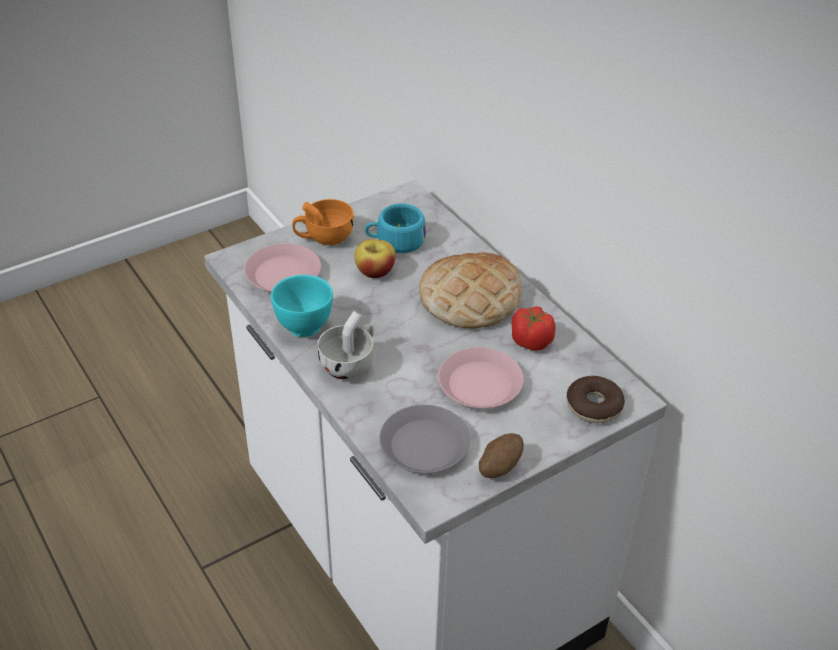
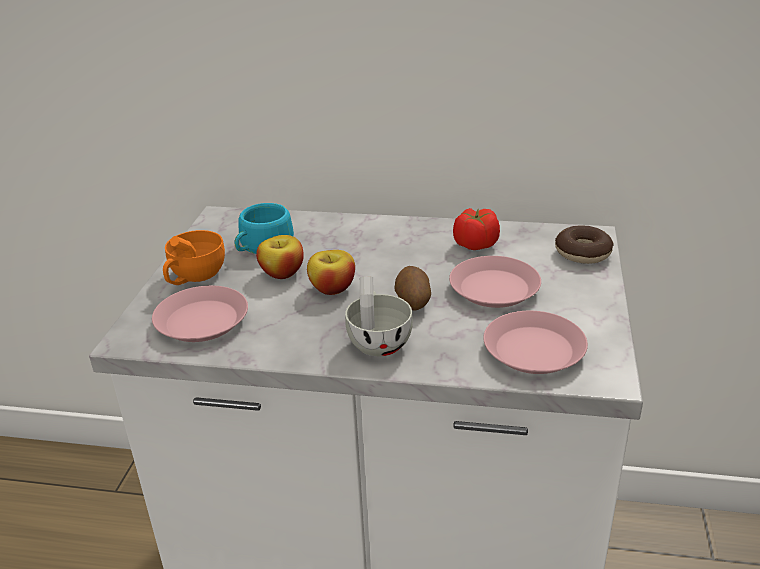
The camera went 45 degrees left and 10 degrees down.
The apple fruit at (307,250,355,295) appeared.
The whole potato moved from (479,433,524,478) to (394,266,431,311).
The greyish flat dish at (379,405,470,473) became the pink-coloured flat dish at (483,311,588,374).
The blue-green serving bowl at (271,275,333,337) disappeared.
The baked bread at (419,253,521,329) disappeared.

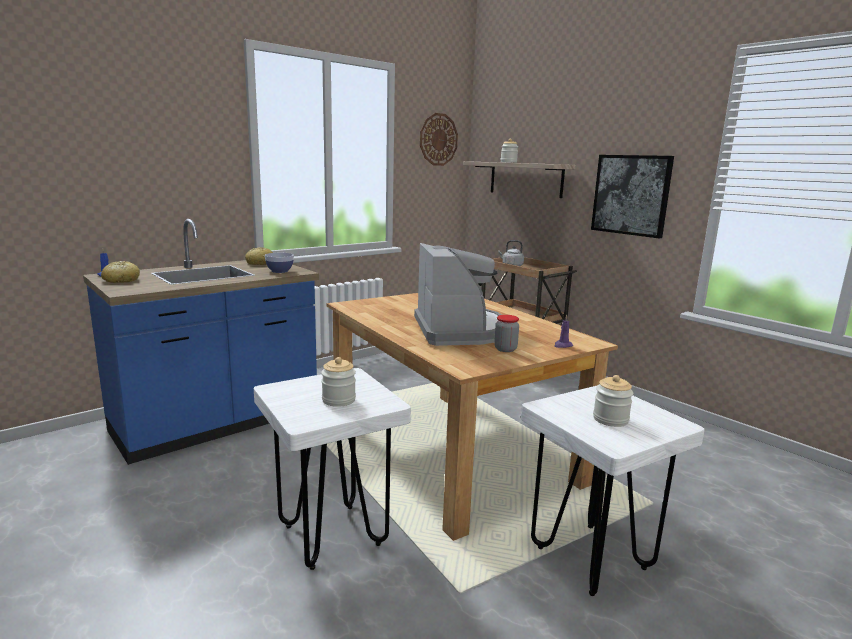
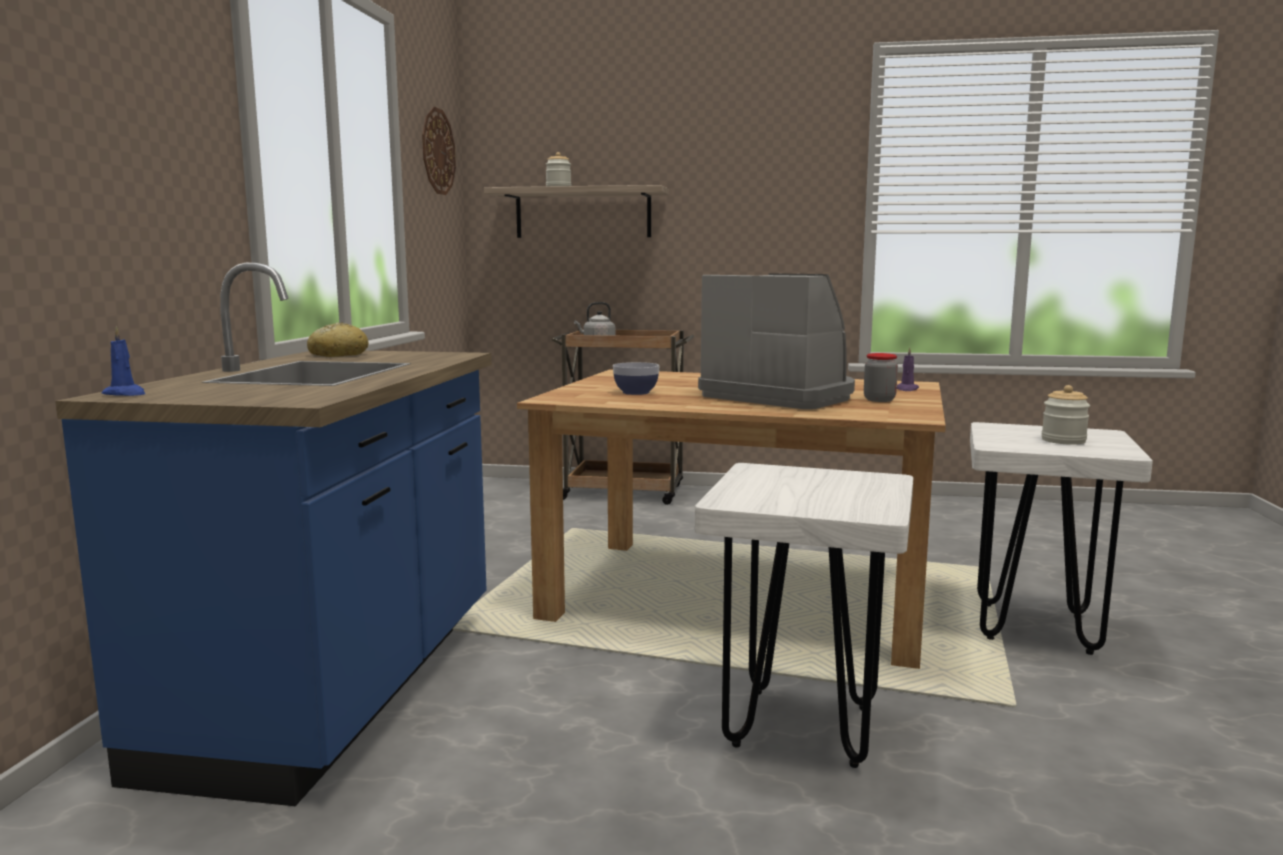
The camera went 40 degrees left and 5 degrees down.
The serving bowl moved from (265,253,294,273) to (613,362,659,395).
The baked bread at (101,261,140,283) disappeared.
The preserve jar at (321,357,356,407) disappeared.
The wall art at (591,155,674,238) disappeared.

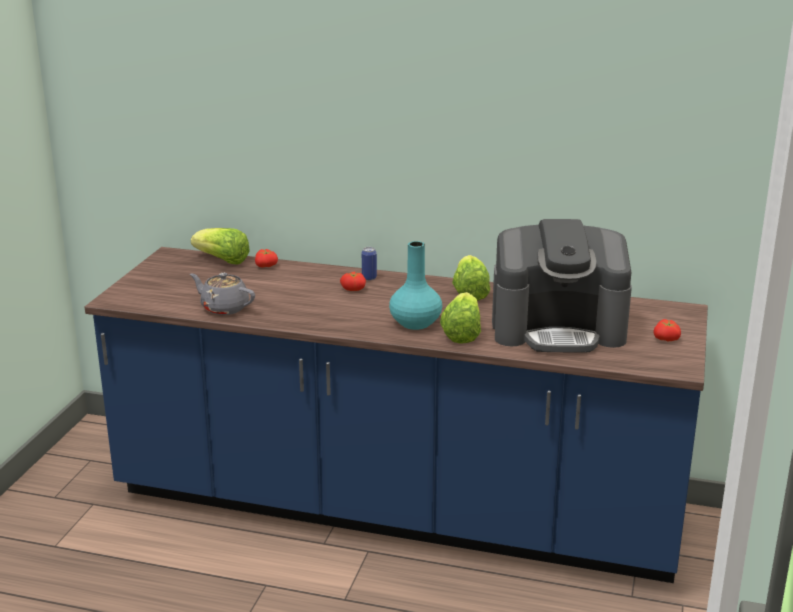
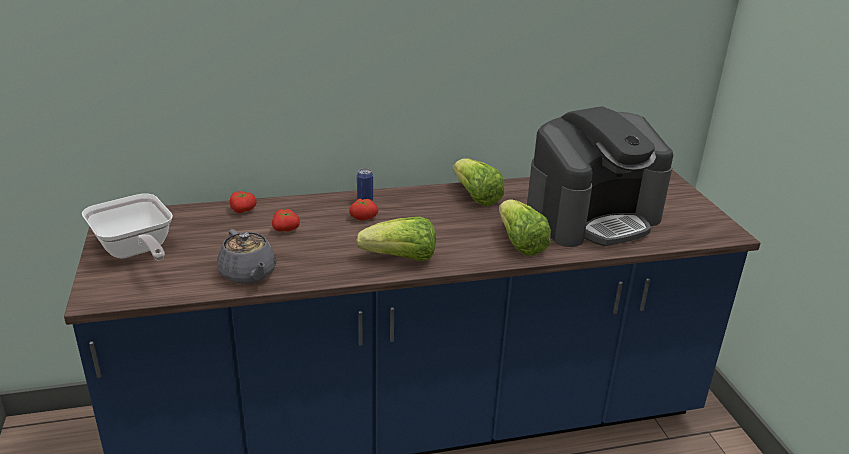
The camera went 30 degrees left and 5 degrees up.
The skillet at (82,194,173,261) appeared.
The greyish tea pot at (190,273,255,315) turned 120 degrees counterclockwise.
The whole tomato moved from (653,319,681,341) to (272,209,300,232).
The lettuce moved from (191,228,250,265) to (356,217,435,261).
The blue-green decorative vase at (389,241,442,330) disappeared.

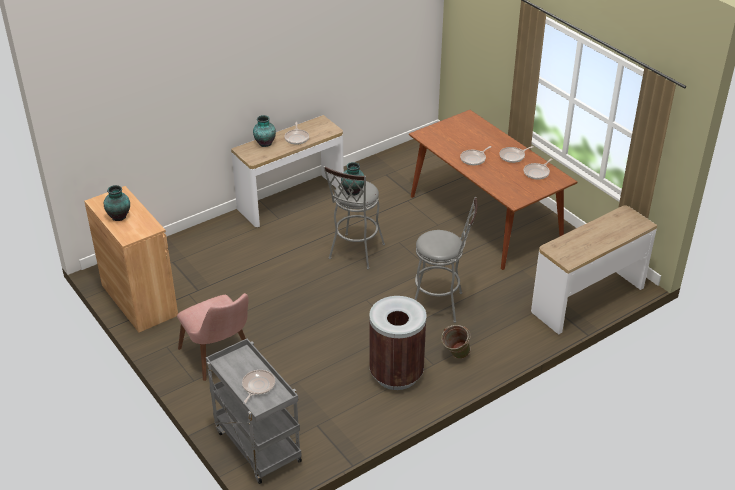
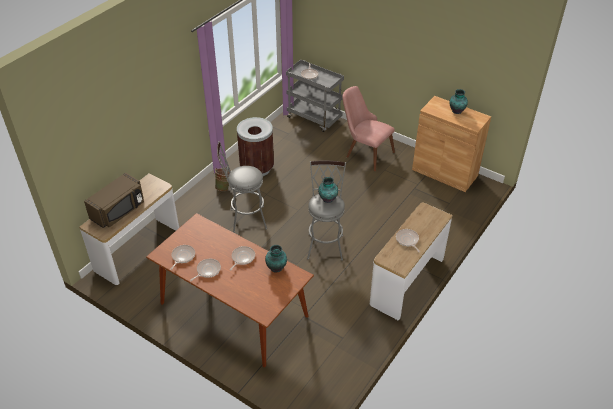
The camera went 160 degrees right and 5 degrees up.
The brownish kitchen microwave at (84,173,144,228) appeared.
The decorative vase moved from (253,115,276,147) to (265,245,287,273).

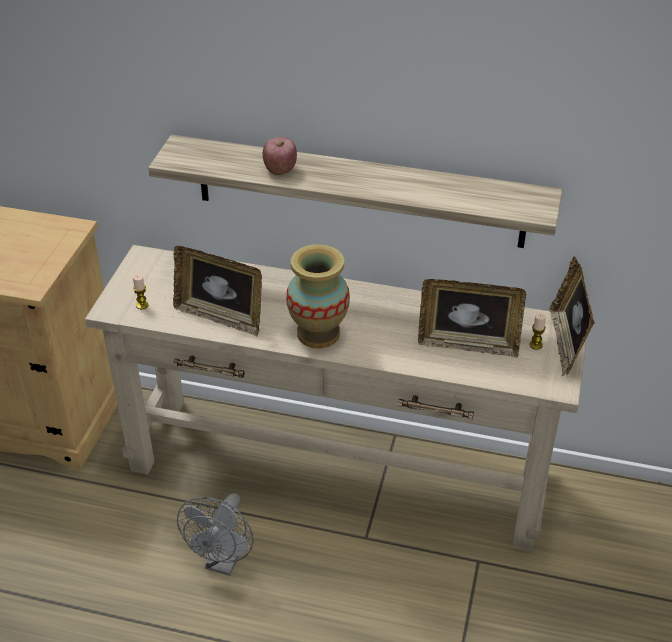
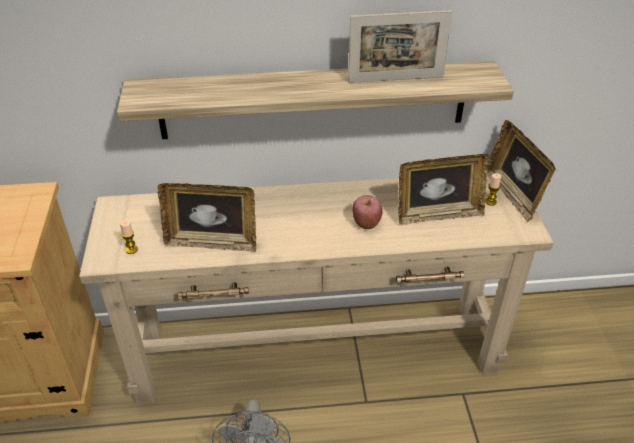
The camera went 20 degrees left and 0 degrees up.
The standing frame at (348,10,452,83) appeared.
The apple fruit moved from (263,137,297,175) to (352,195,382,229).
The decorative vase at (286,244,350,348) disappeared.

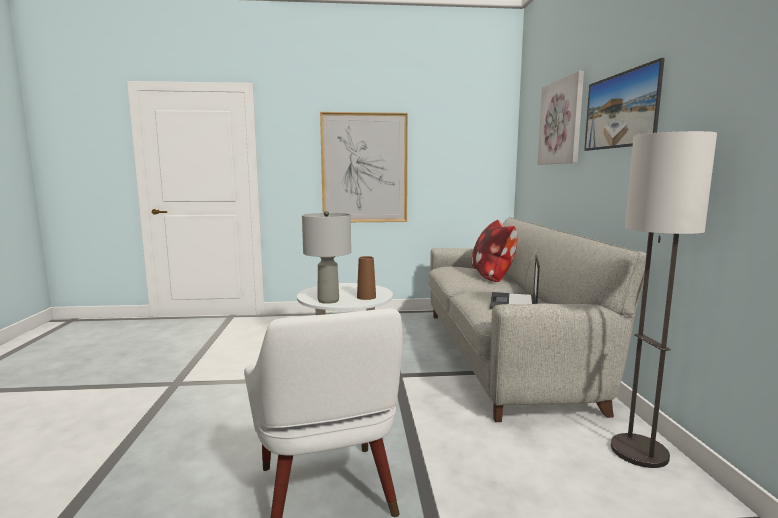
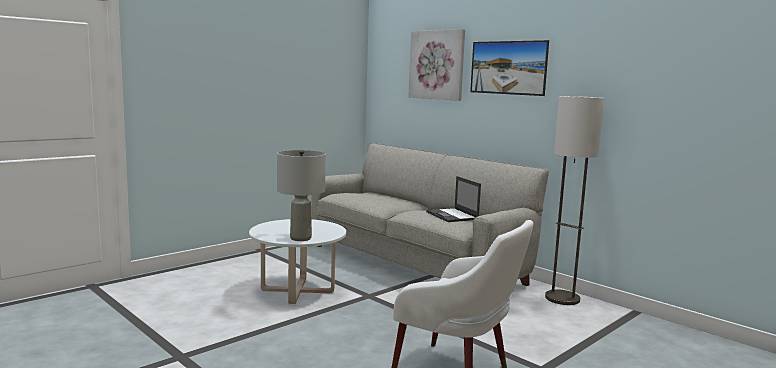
The camera went 40 degrees left and 0 degrees up.
The wall art at (320,112,408,222) disappeared.
The brownish decorative vase at (357,256,376,300) disappeared.
The pillow at (471,220,517,282) disappeared.

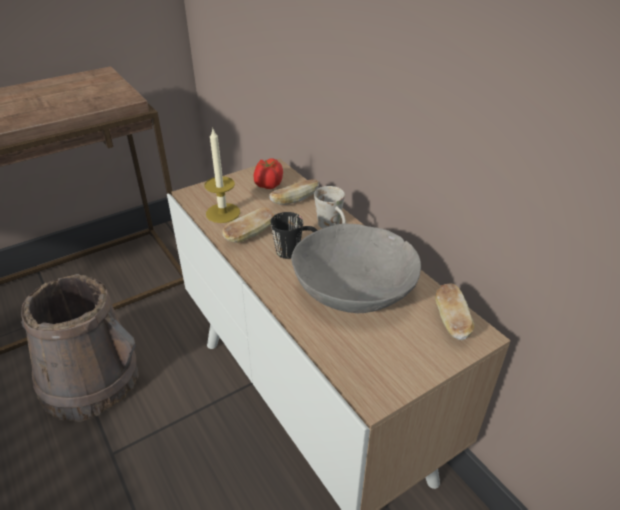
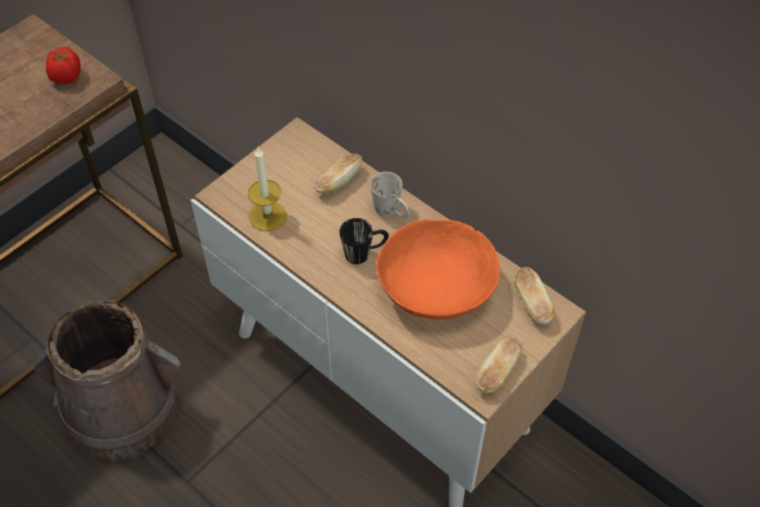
The camera went 15 degrees left and 15 degrees up.
The whole tomato moved from (254,158,283,189) to (46,46,81,84).
The greyish serving bowl at (291,223,421,313) became the orange-coloured serving bowl at (376,219,500,320).
The baked bread moved from (222,208,275,243) to (475,336,522,393).

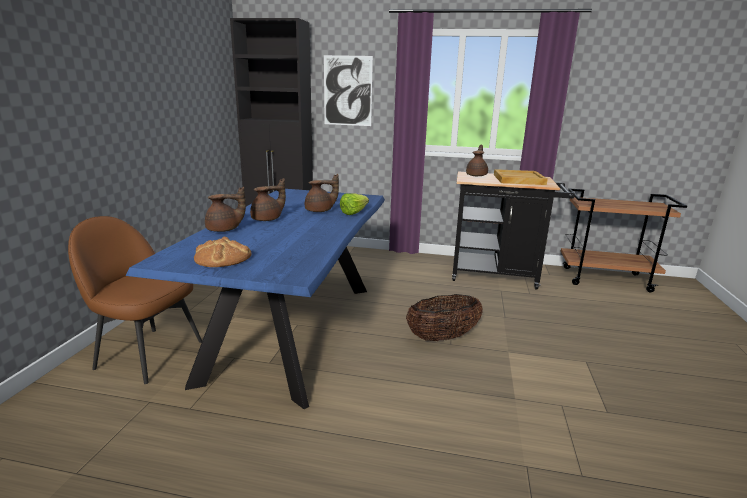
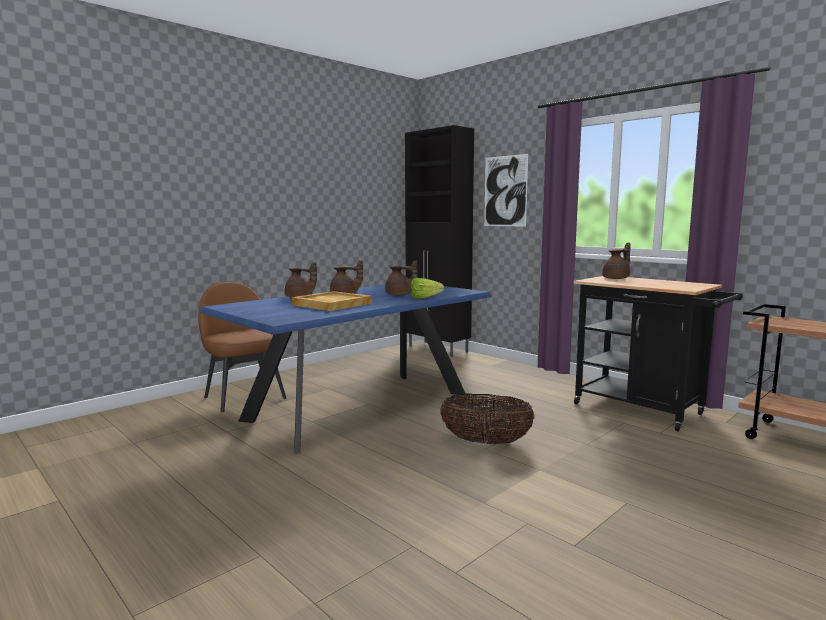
The camera went 35 degrees right and 10 degrees down.
The sand-coloured tray moved from (494,169,548,185) to (292,291,372,311).
The baked bread at (194,237,252,267) disappeared.

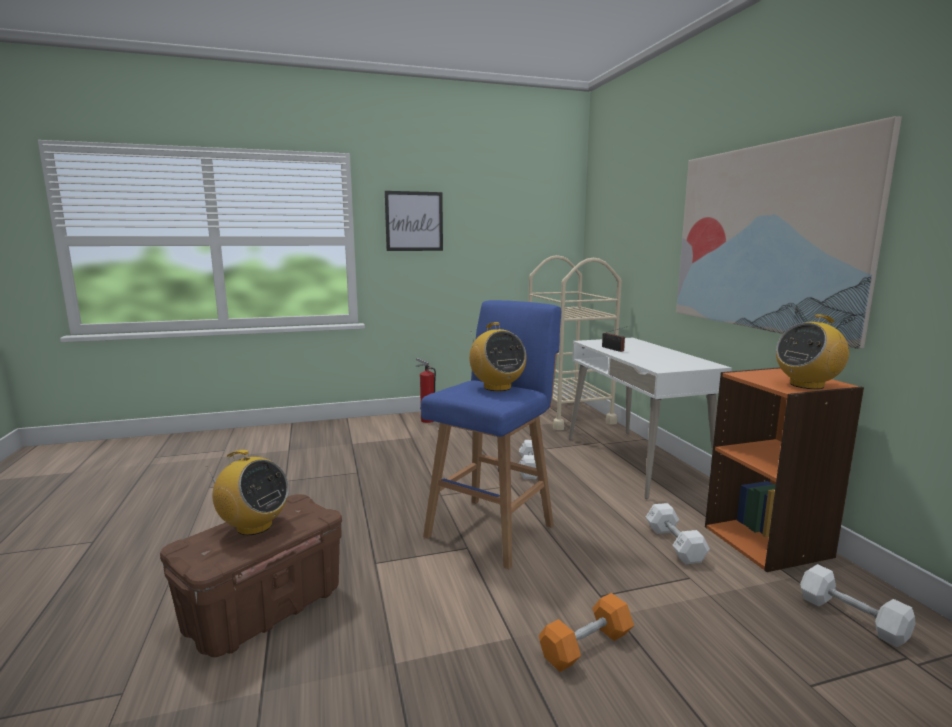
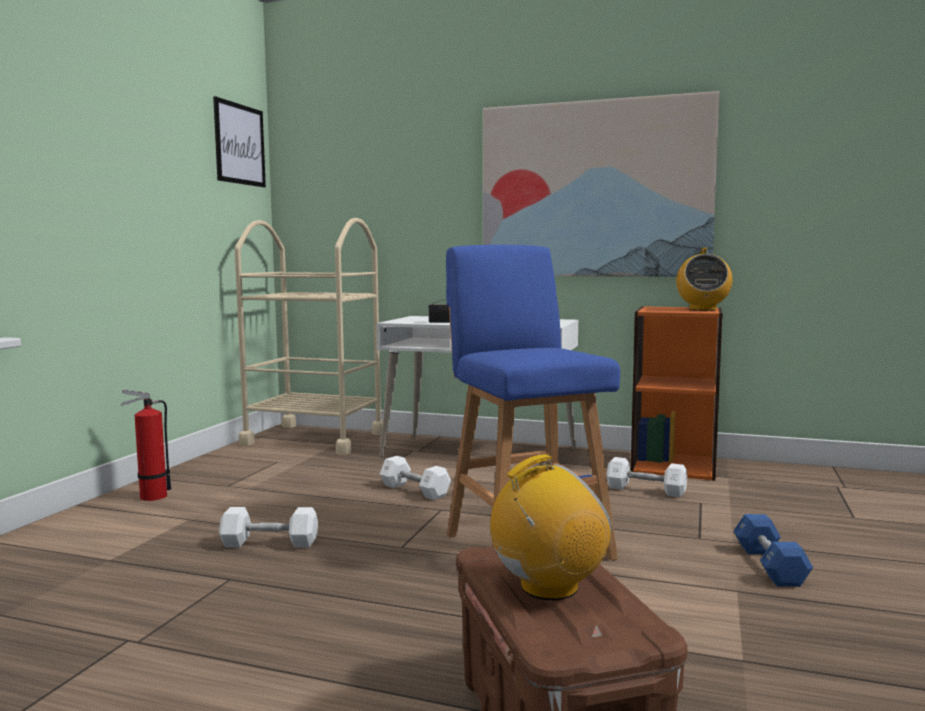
The camera went 55 degrees left and 5 degrees down.
The wall art moved from (384,191,443,251) to (213,96,266,187).
The white hand weight moved from (800,564,915,647) to (219,507,318,548).
The orange-coloured hand weight at (539,593,634,672) became the blue-coloured hand weight at (734,514,813,587).
The radio set at (469,322,527,391) disappeared.

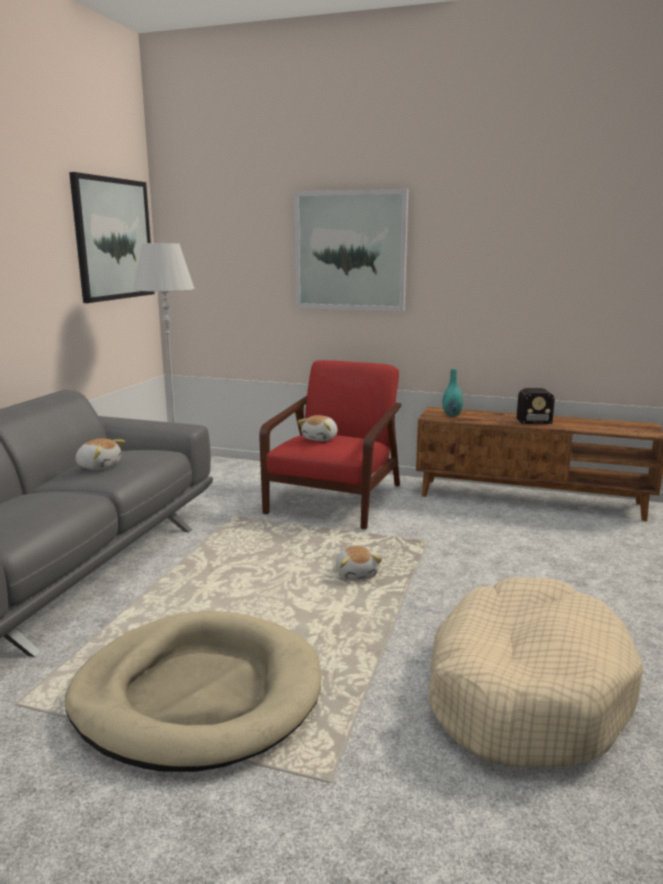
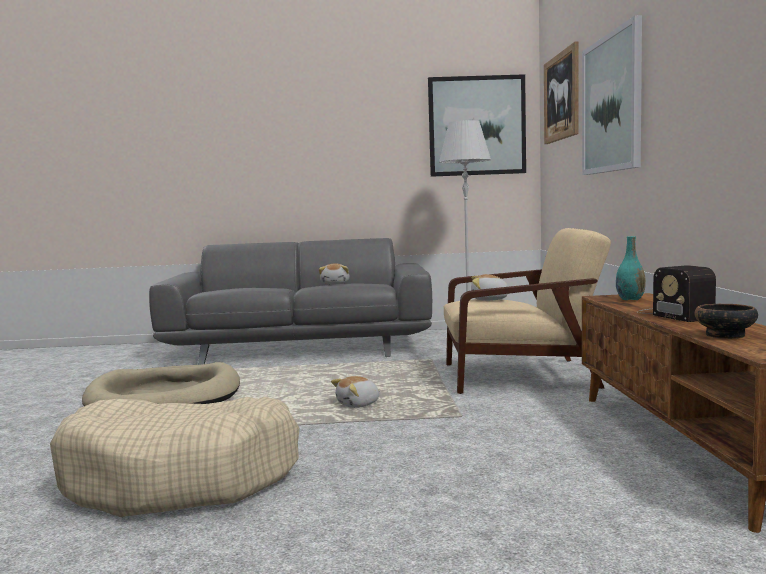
The camera went 70 degrees right and 10 degrees down.
The red armchair at (259,360,402,529) became the sand-coloured armchair at (444,228,611,394).
The wall art at (544,41,579,144) appeared.
The serving bowl at (695,304,758,339) appeared.

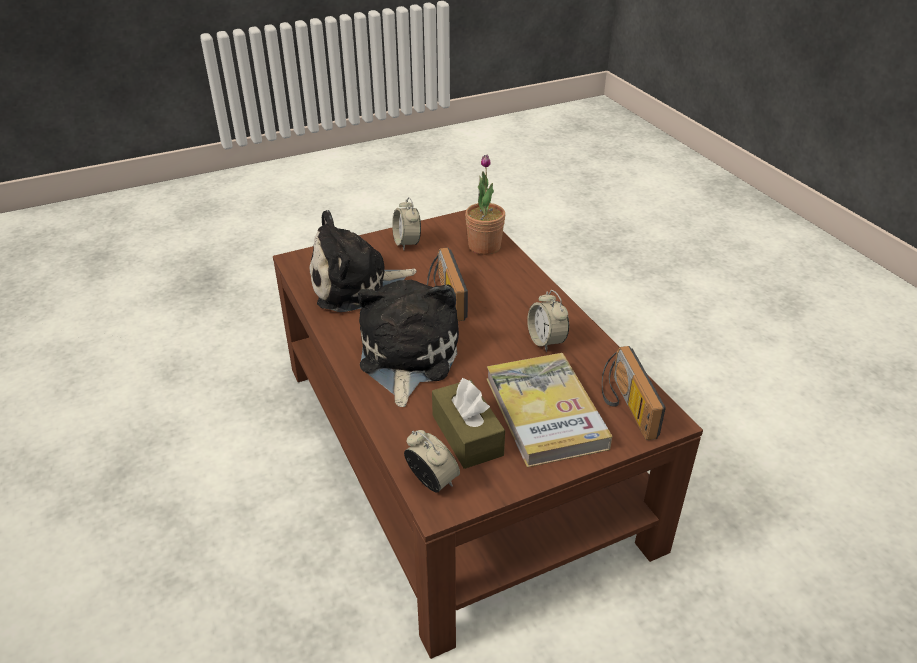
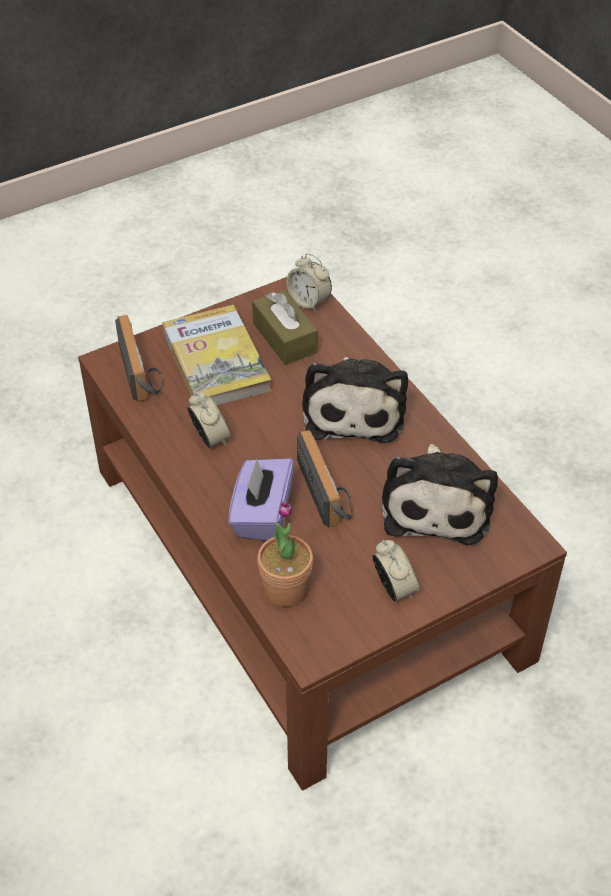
The camera went 175 degrees right and 10 degrees up.
The purplish box of tissues at (228,459,294,541) appeared.
The cuddly toy at (310,210,417,312) turned 120 degrees clockwise.

